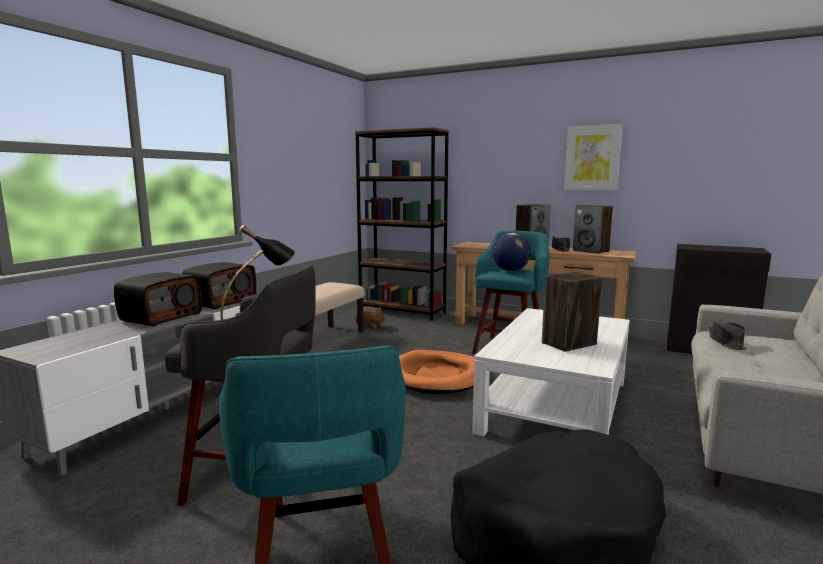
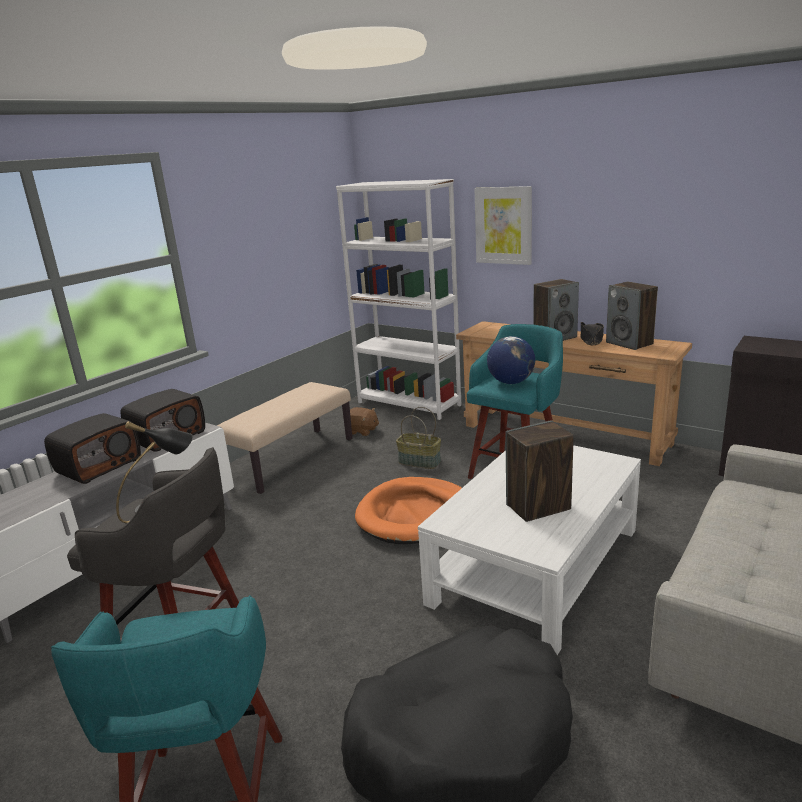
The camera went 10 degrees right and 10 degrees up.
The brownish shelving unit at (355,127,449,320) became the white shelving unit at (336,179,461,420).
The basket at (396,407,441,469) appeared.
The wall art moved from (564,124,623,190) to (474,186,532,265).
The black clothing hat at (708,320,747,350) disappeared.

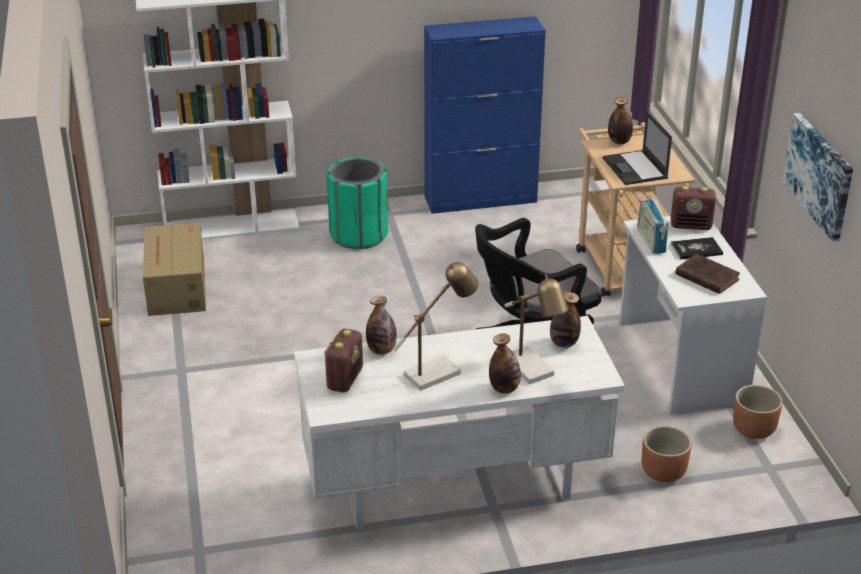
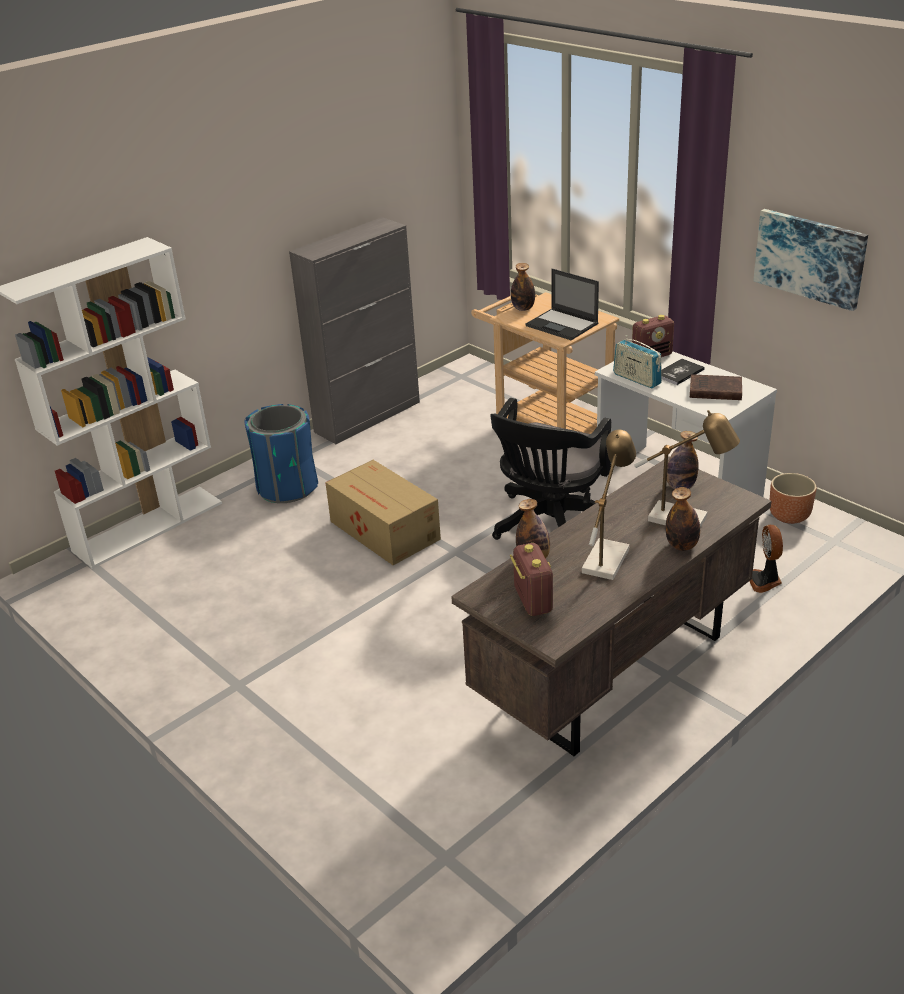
The camera went 30 degrees left and 0 degrees up.
The greenish rubbish bin at (327,157,389,249) became the blue-coloured rubbish bin at (244,404,318,503).
The blue-coloured storage cabinet at (424,16,546,214) became the greyish storage cabinet at (289,217,420,444).
The carton moved from (143,222,206,316) to (325,460,441,565).
The white desk unit at (294,316,625,530) became the brownish desk unit at (451,457,771,756).
The brownish planter at (642,426,692,483) was replaced by the cooling fan at (749,525,783,593).

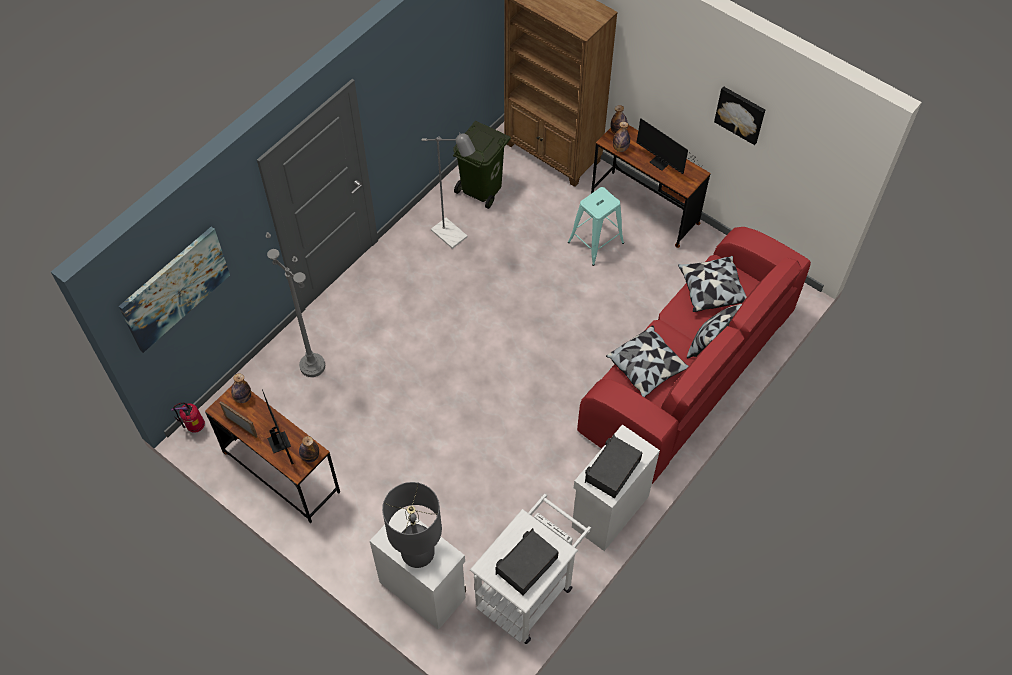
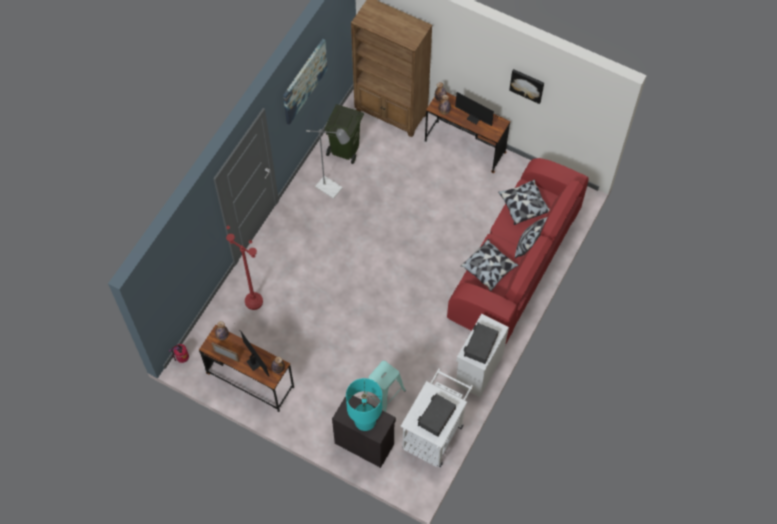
The camera went 10 degrees left and 5 degrees up.
The greyish standing lamp at (266,232,325,377) became the red standing lamp at (226,226,263,310).
The wall art moved from (119,227,230,353) to (283,39,328,125).
The white storage cabinet at (370,508,466,630) became the black storage cabinet at (332,395,396,468).
The greyish table lamp at (382,482,442,568) became the blue-green table lamp at (346,378,382,431).
The blue-green stool seat moved from (568,187,624,266) to (364,361,406,412).

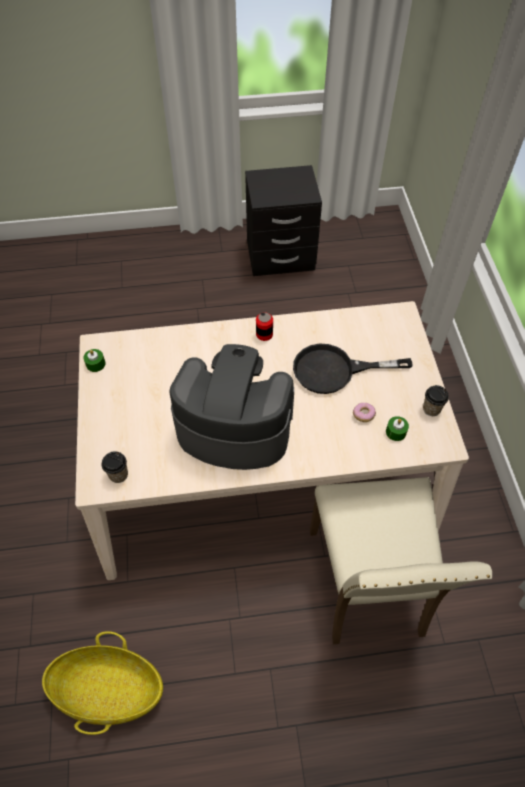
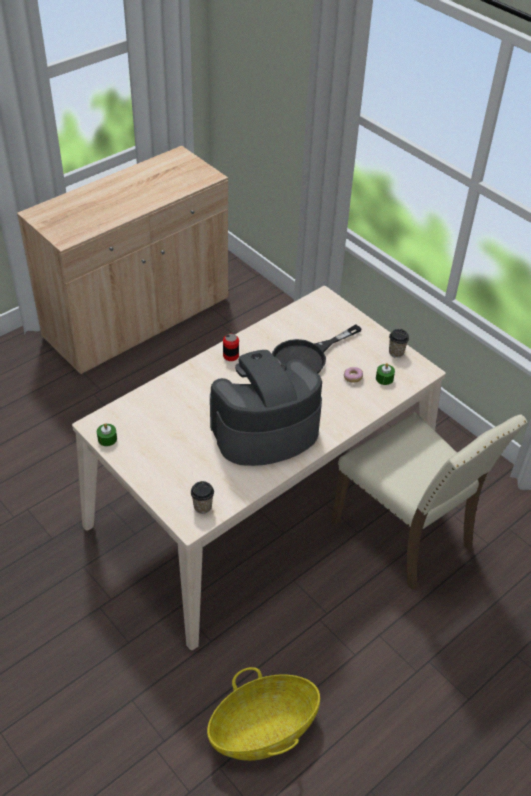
The camera went 35 degrees left and 10 degrees down.
The black night table at (245,165,322,276) was replaced by the sand-coloured storage cabinet at (17,146,228,374).

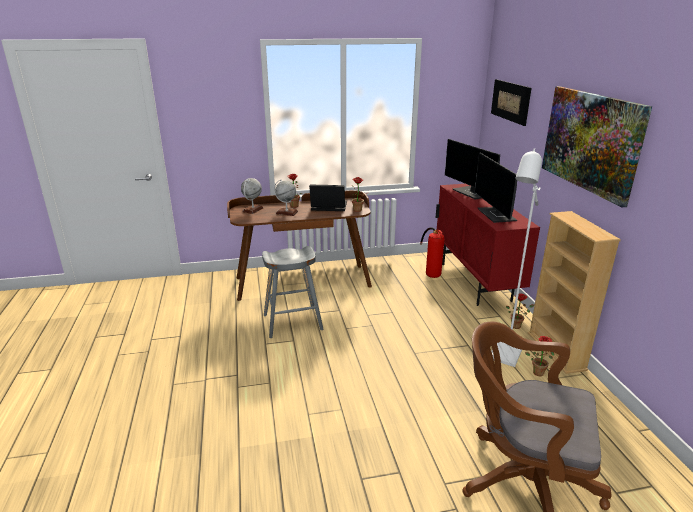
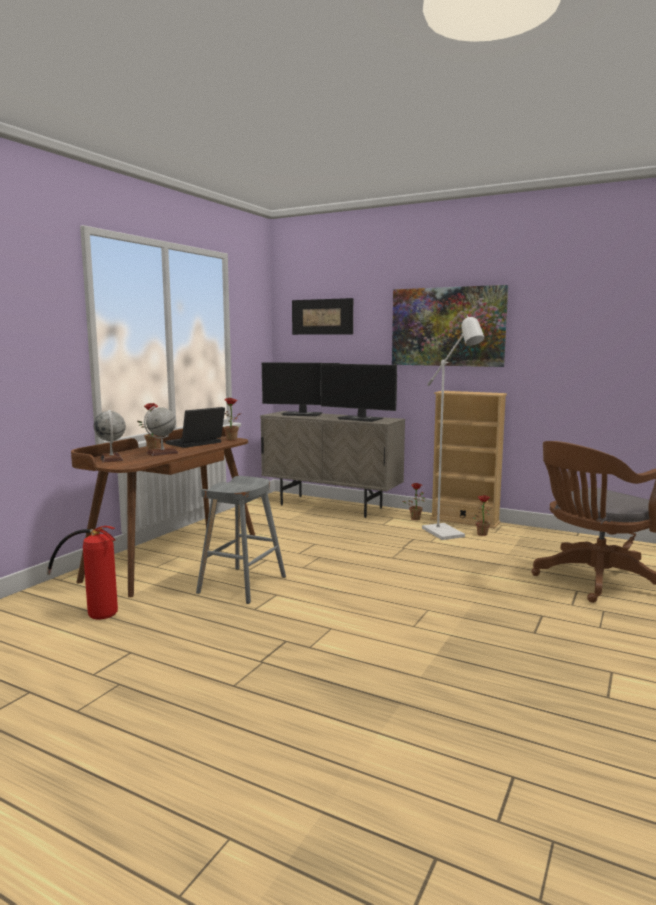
The camera went 50 degrees left and 15 degrees down.
The fire extinguisher moved from (420,228,444,278) to (47,526,118,619).
The red storage cabinet at (436,184,540,306) became the sand-coloured storage cabinet at (260,411,405,518).

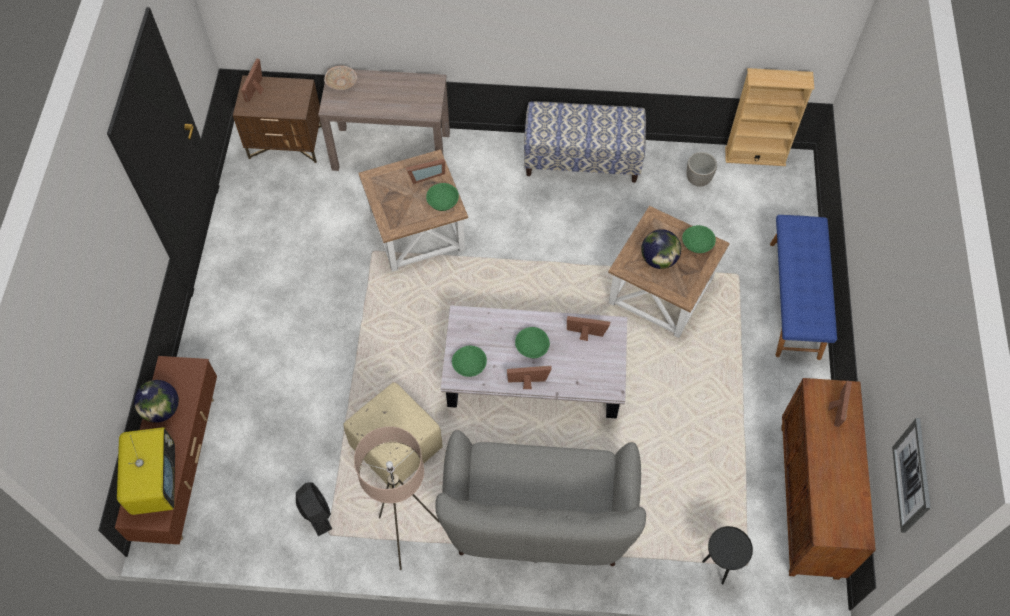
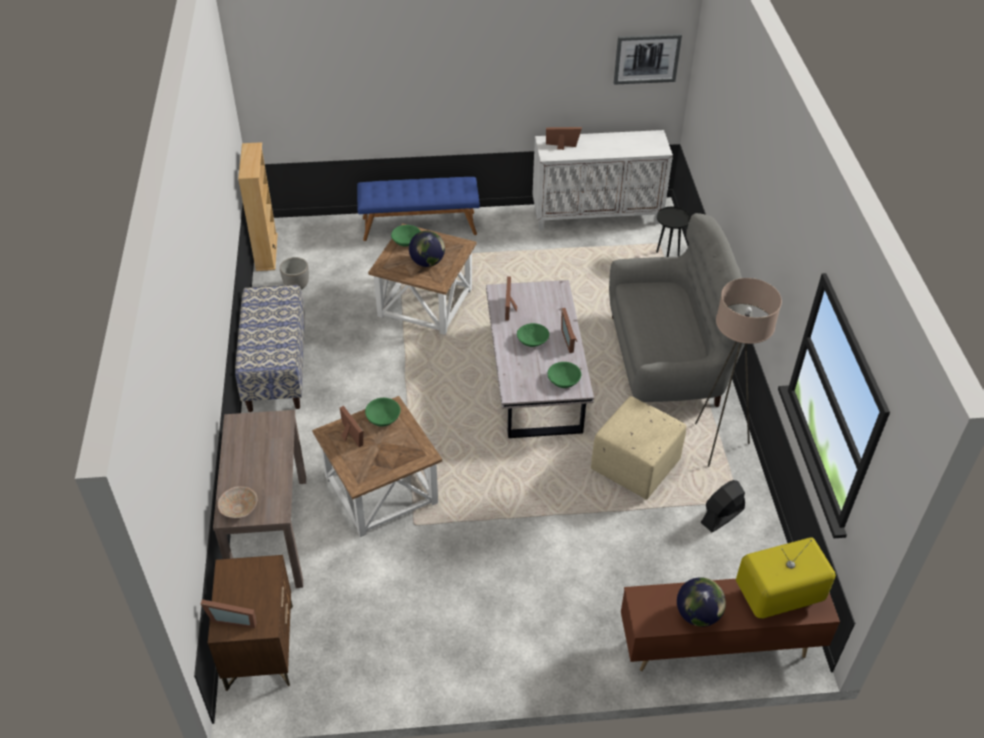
The camera went 100 degrees left and 15 degrees down.
The brownish storage cabinet at (781,378,876,580) became the white storage cabinet at (532,130,673,231).

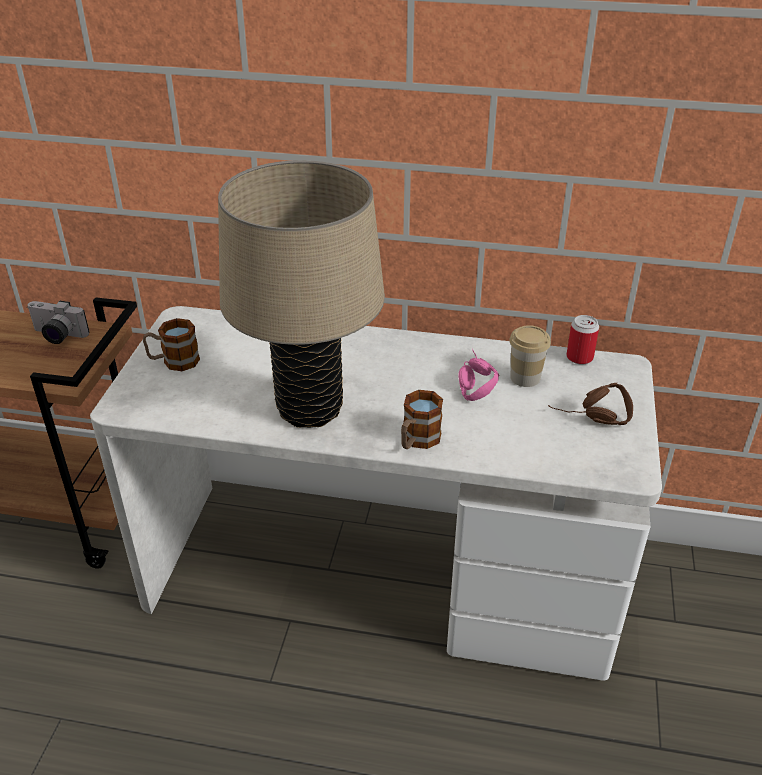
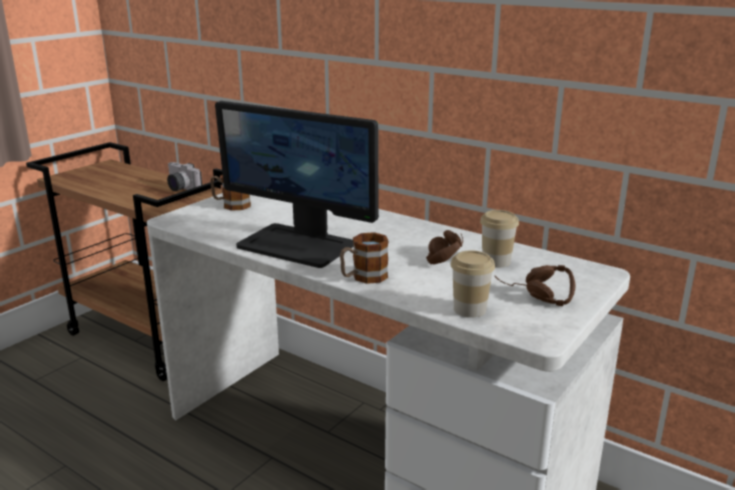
The camera went 25 degrees right and 15 degrees down.
The sand-coloured table lamp at (218,160,385,428) was replaced by the computer display at (215,101,379,268).
The pink-coloured headphones at (458,349,499,401) became the brownish headphones at (426,230,463,265).
The small cup at (451,250,495,318) appeared.
The metal can at (566,315,599,365) disappeared.

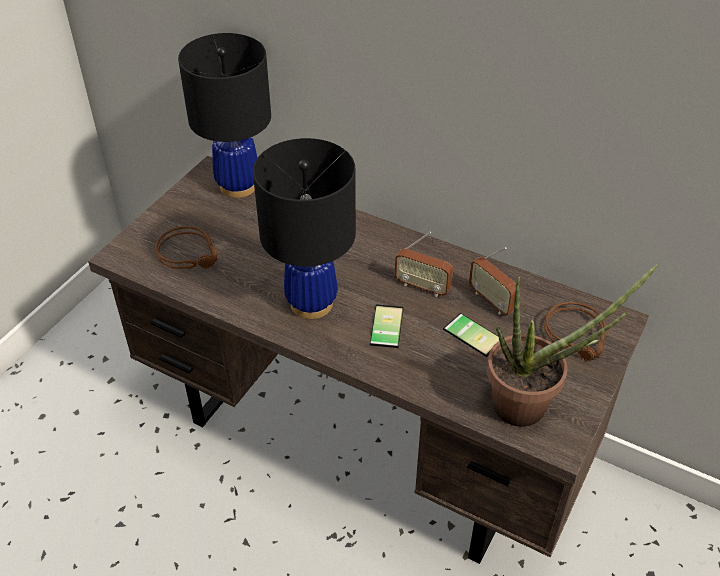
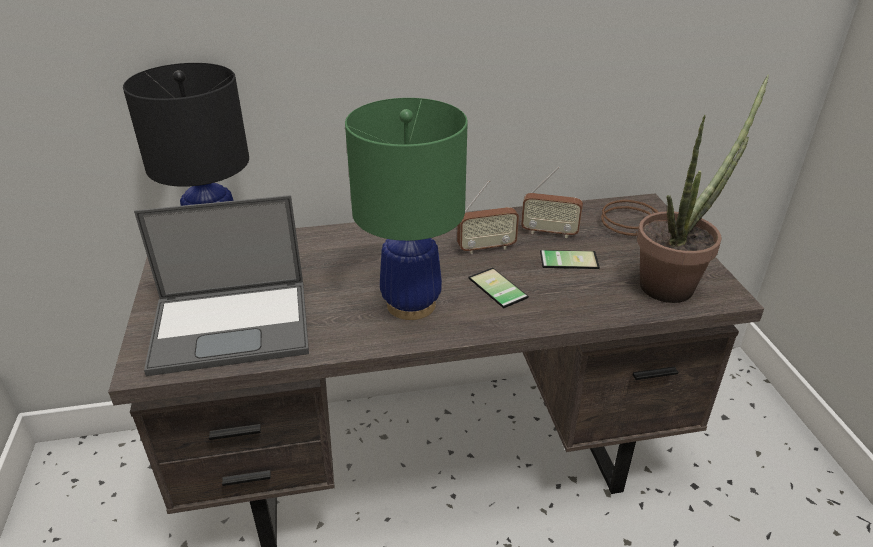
The camera went 40 degrees left and 10 degrees down.
The brownish headphones at (155,226,217,269) was replaced by the portable computer at (134,195,309,376).
The black table lamp at (253,138,356,319) became the greenish table lamp at (345,98,468,320).

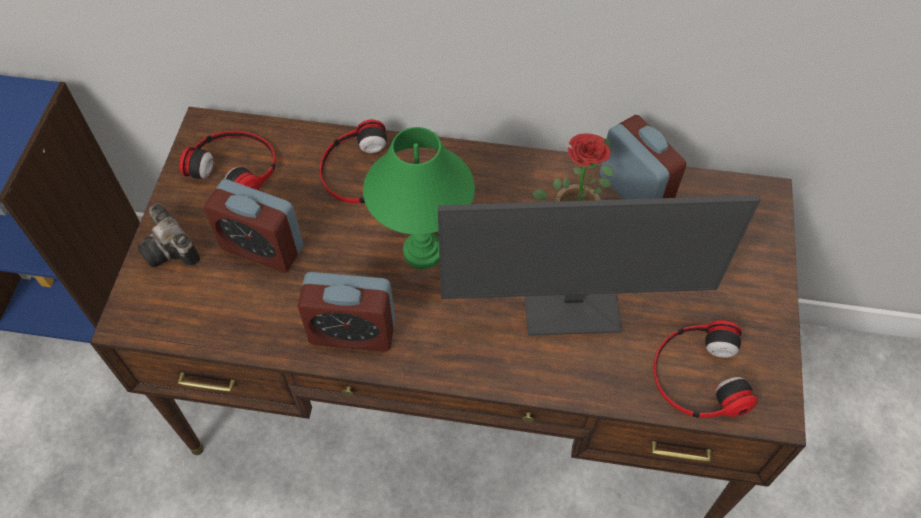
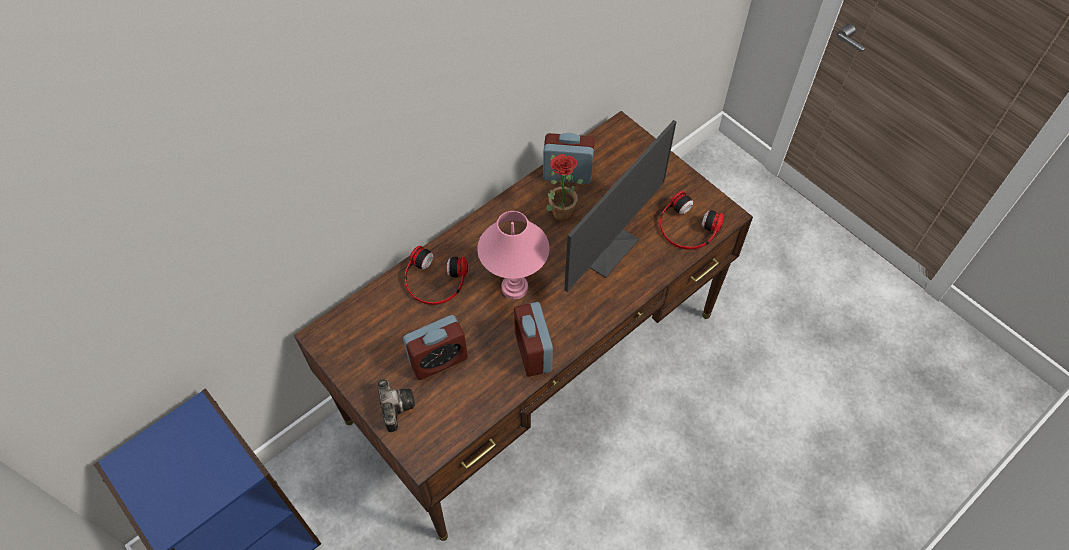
The camera went 50 degrees left and 0 degrees up.
The photo camera at (137,203,200,267) turned 105 degrees counterclockwise.
The greenish table lamp at (363,127,475,269) became the pink-coloured table lamp at (477,211,550,299).
The alarm clock at (298,272,395,352) turned 120 degrees clockwise.
The headphones at (179,131,276,190) disappeared.

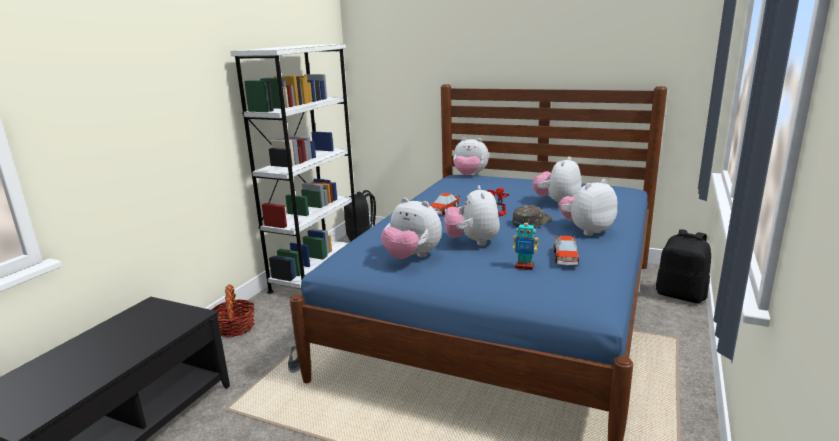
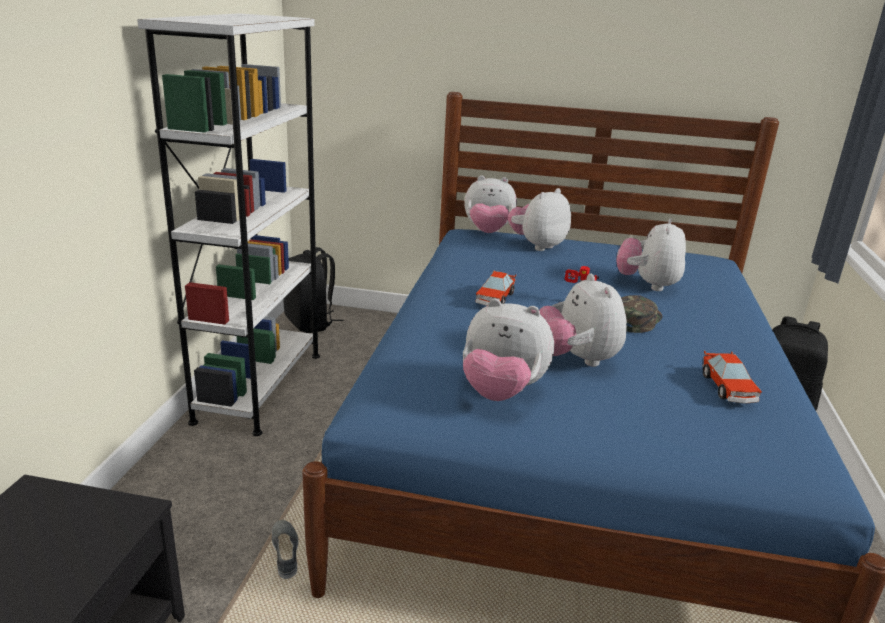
The camera went 15 degrees left and 5 degrees up.
The cuddly toy moved from (558,179,618,236) to (508,188,571,251).
The basket at (211,285,255,337) disappeared.
The toy robot at (513,218,538,270) disappeared.

